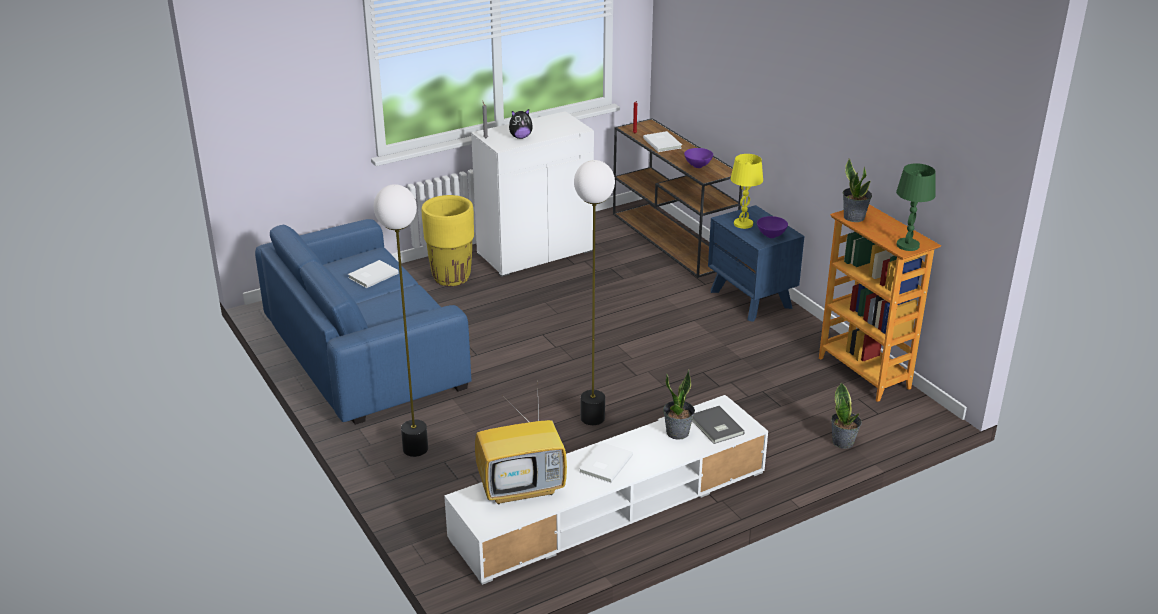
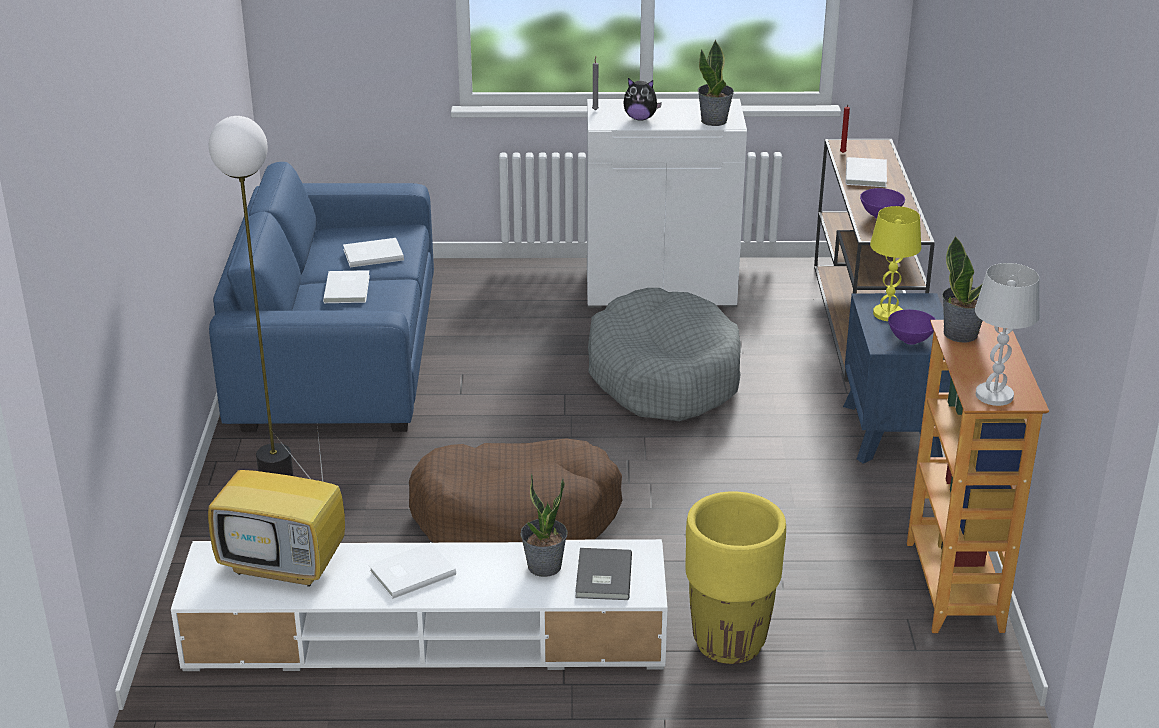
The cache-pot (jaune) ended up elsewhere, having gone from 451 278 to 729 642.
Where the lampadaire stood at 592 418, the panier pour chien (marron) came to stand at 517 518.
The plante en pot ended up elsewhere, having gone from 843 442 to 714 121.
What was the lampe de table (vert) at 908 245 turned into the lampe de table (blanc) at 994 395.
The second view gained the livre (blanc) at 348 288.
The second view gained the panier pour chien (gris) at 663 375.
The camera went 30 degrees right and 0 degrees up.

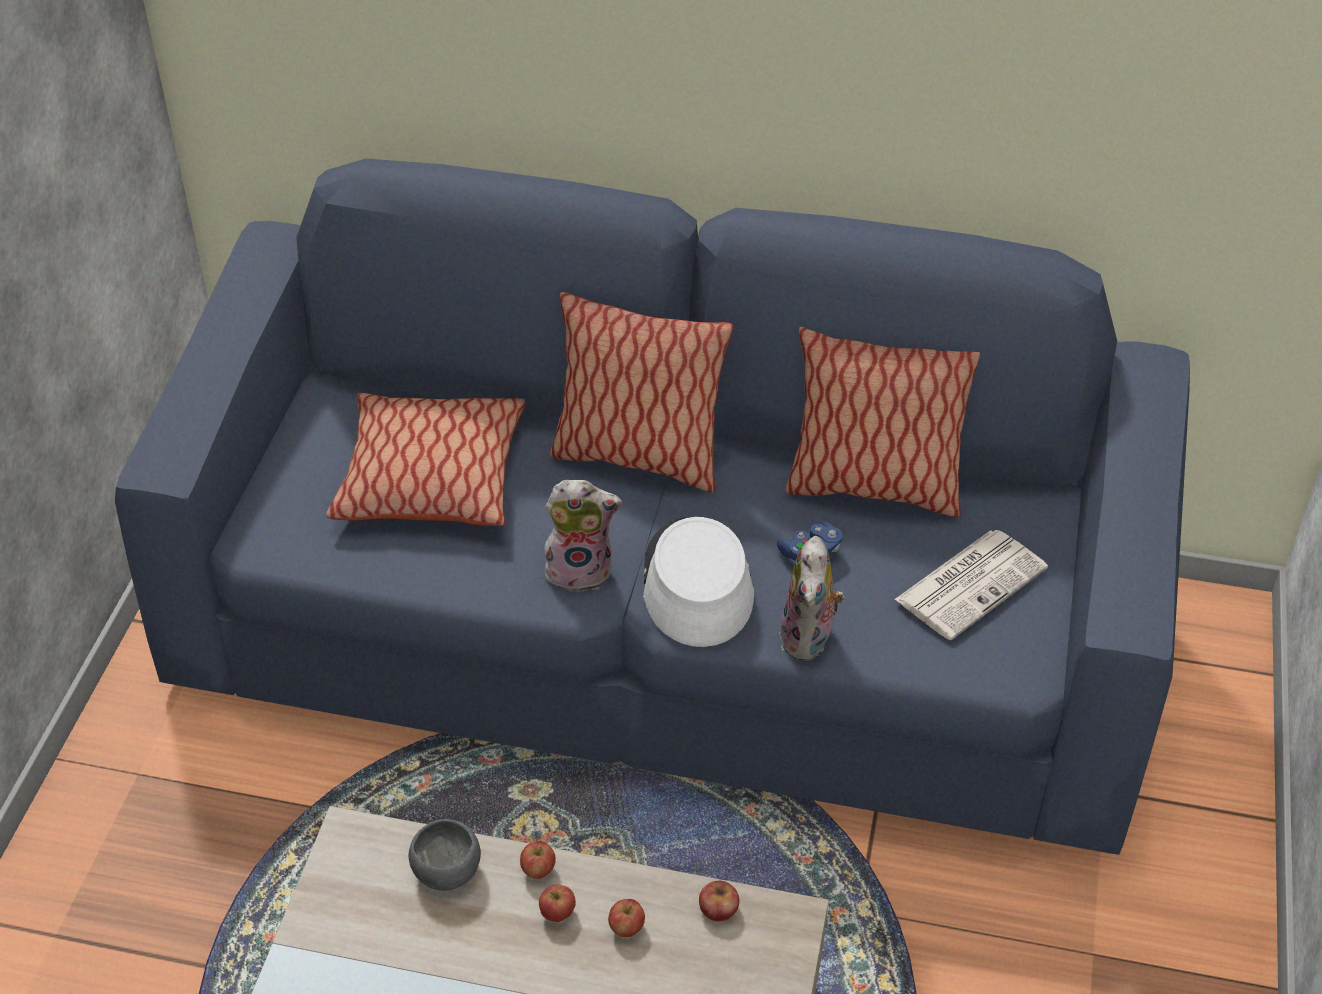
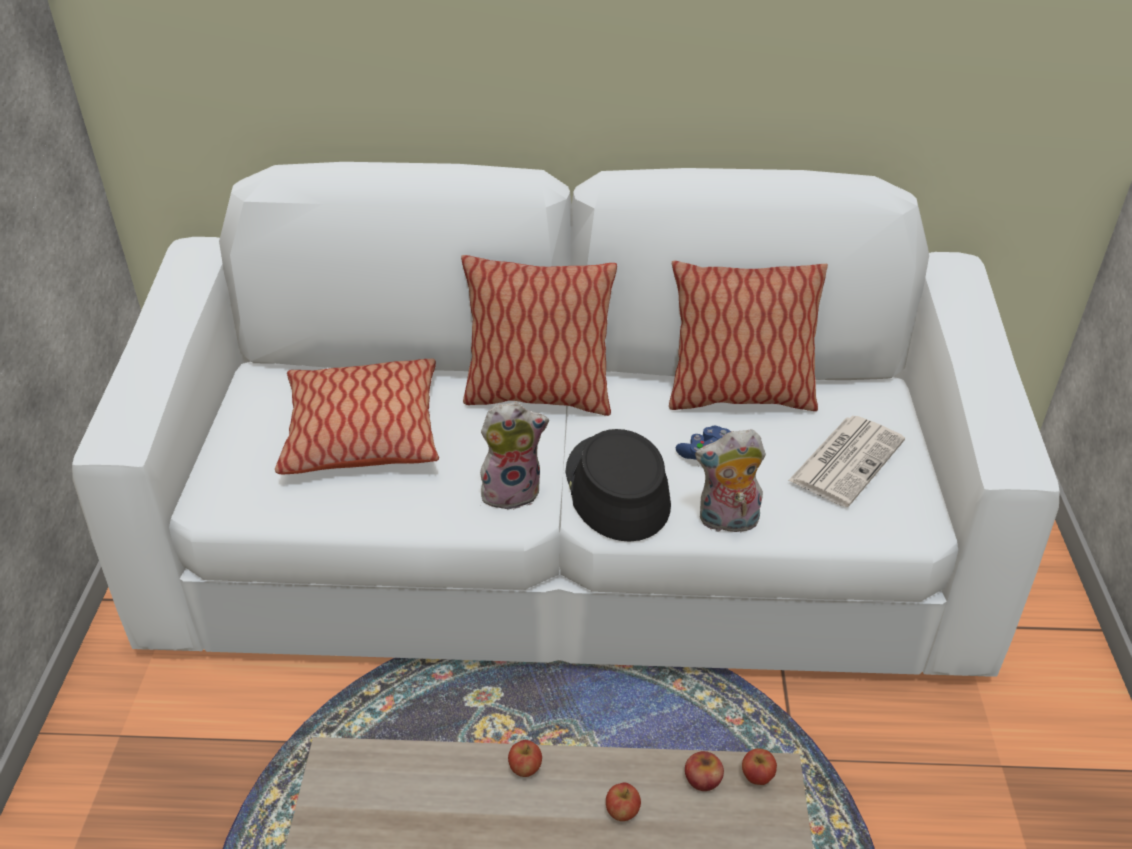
What was the canapé (bleu) at 661 637 turned into the canapé (blanc) at 566 552.
The second view lost the bol (gris) at 447 869.
The pomme ended up elsewhere, having gone from 558 913 to 757 776.
What was the chapeau (blanc) at 696 584 turned into the chapeau (noir) at 616 489.
The peluche at 809 639 ended up facing another way, 90 degrees clockwise from before.
The camera went 10 degrees left and 5 degrees down.

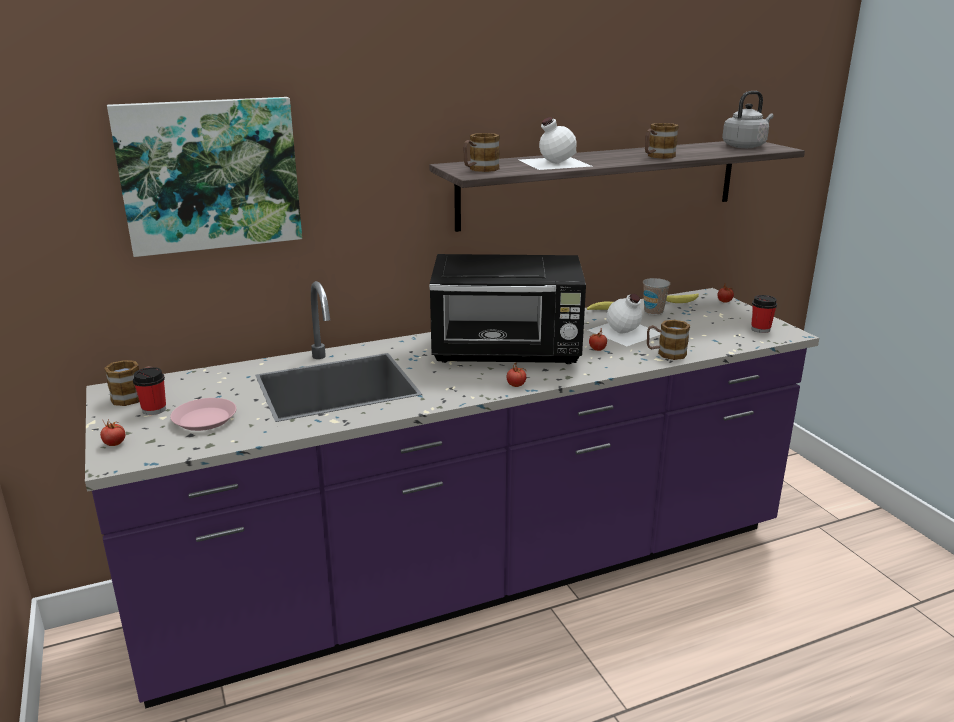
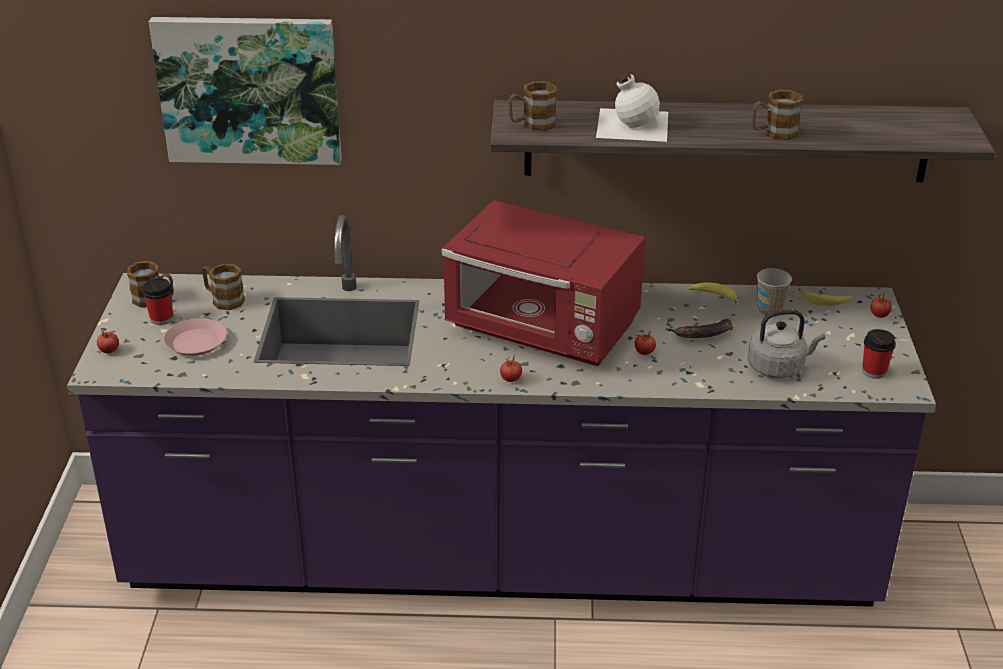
What was the micro-ondes (noir) at 508 352 turned into the micro-ondes (rouge) at 543 330.
Where the bouteille (blanc) stood at 625 332, the banane came to stand at 702 334.
The mug ended up elsewhere, having gone from 665 353 to 223 299.
The bouilloire (gris) ended up elsewhere, having gone from 745 146 to 778 368.
The camera went 25 degrees right and 10 degrees up.

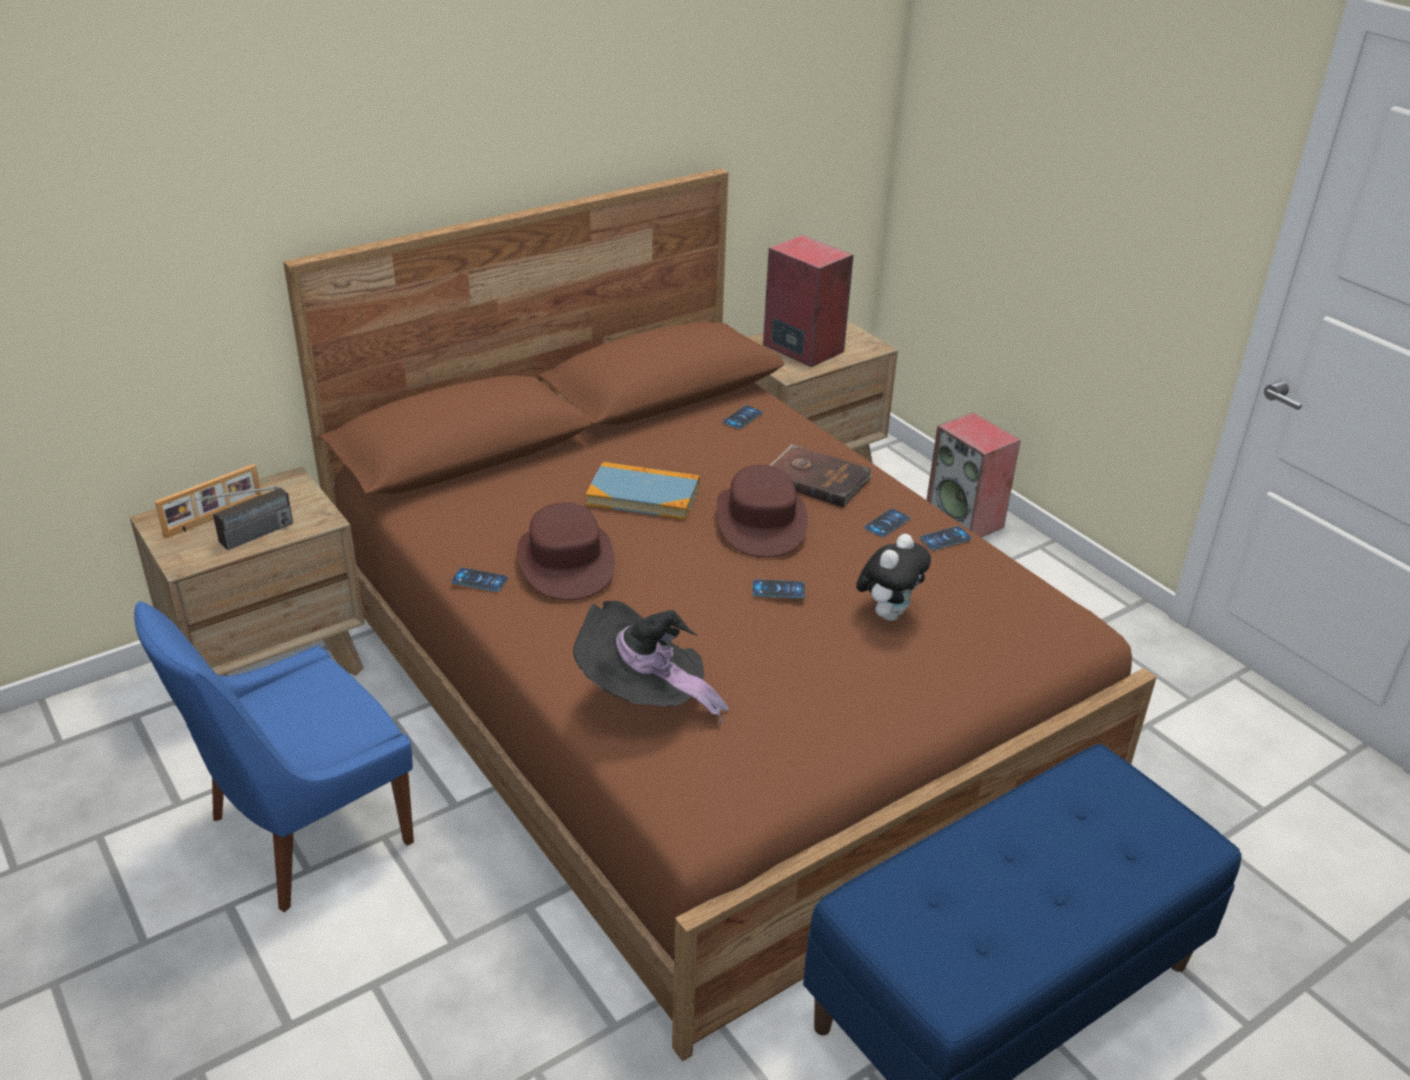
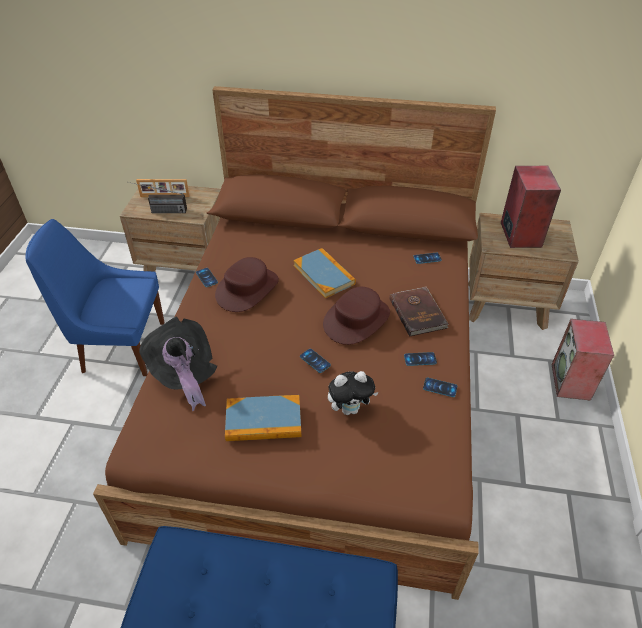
The second view gained the livre at 263 420.
The camera went 45 degrees right and 10 degrees up.

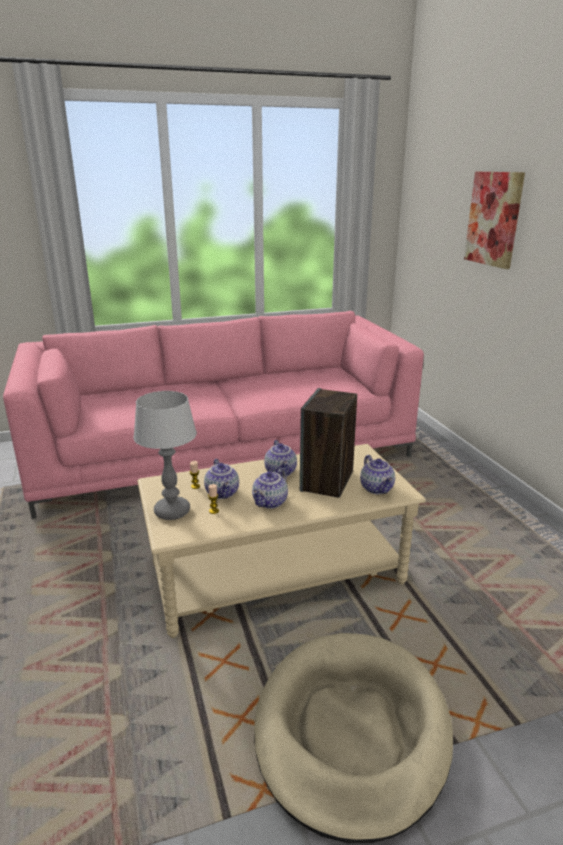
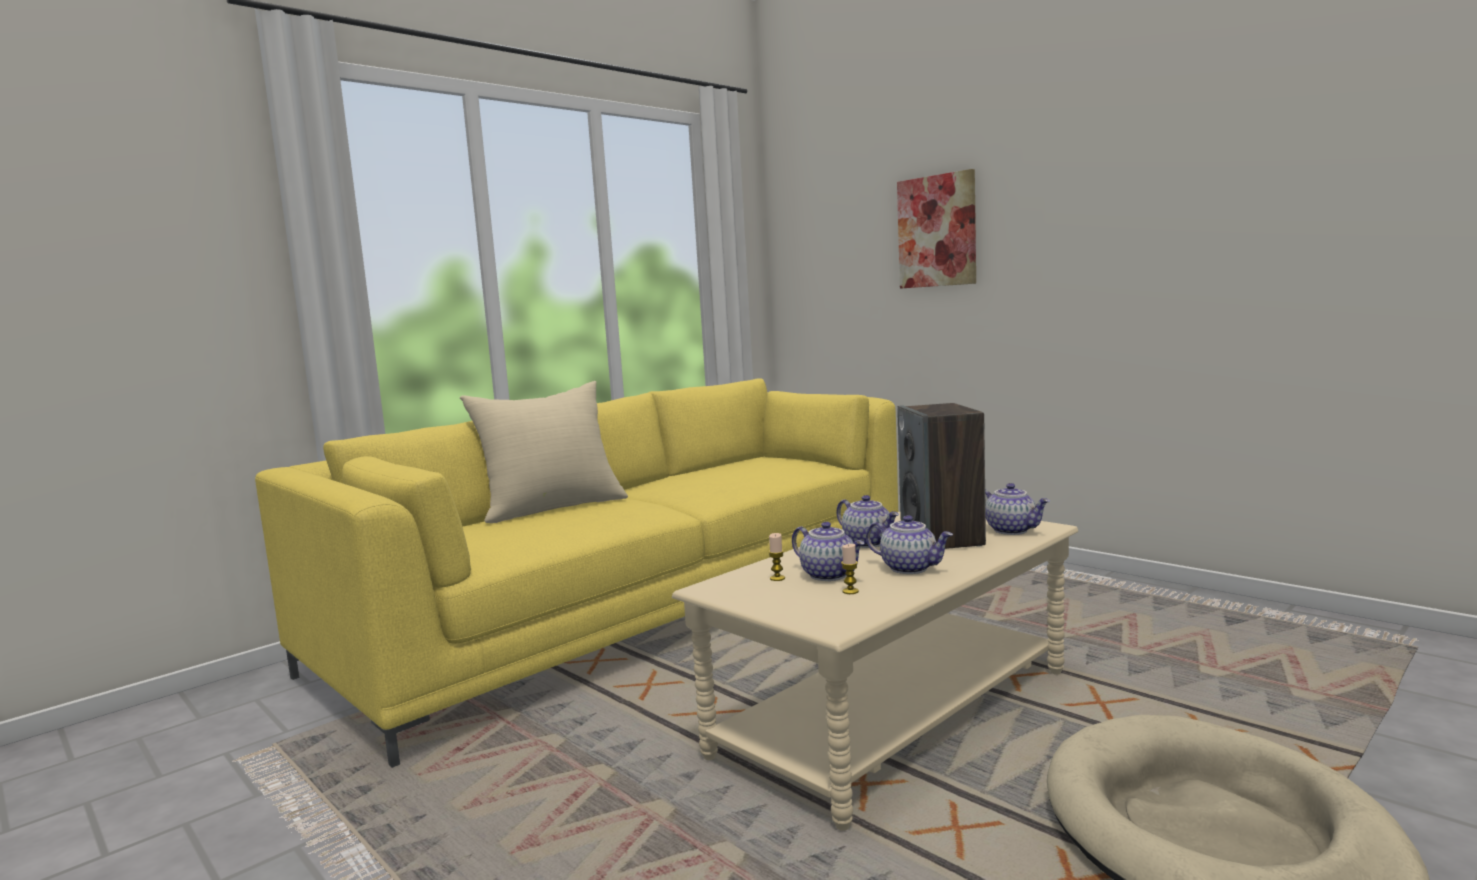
What was the canapé (rose) at 223 453 turned into the canapé (jaune) at 635 610.
The second view lost the lampe de table at 171 512.
The théière at 270 503 ended up facing another way, 60 degrees counterclockwise from before.
The second view gained the coussin (beige) at 552 507.
The camera went 25 degrees left and 15 degrees down.

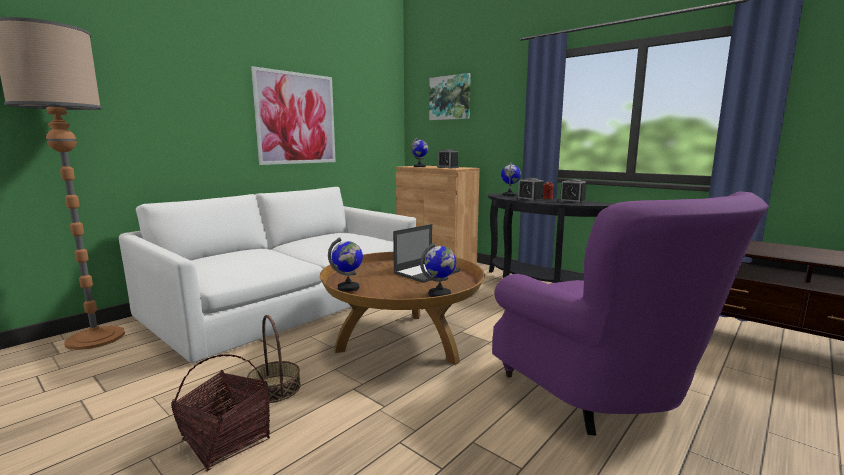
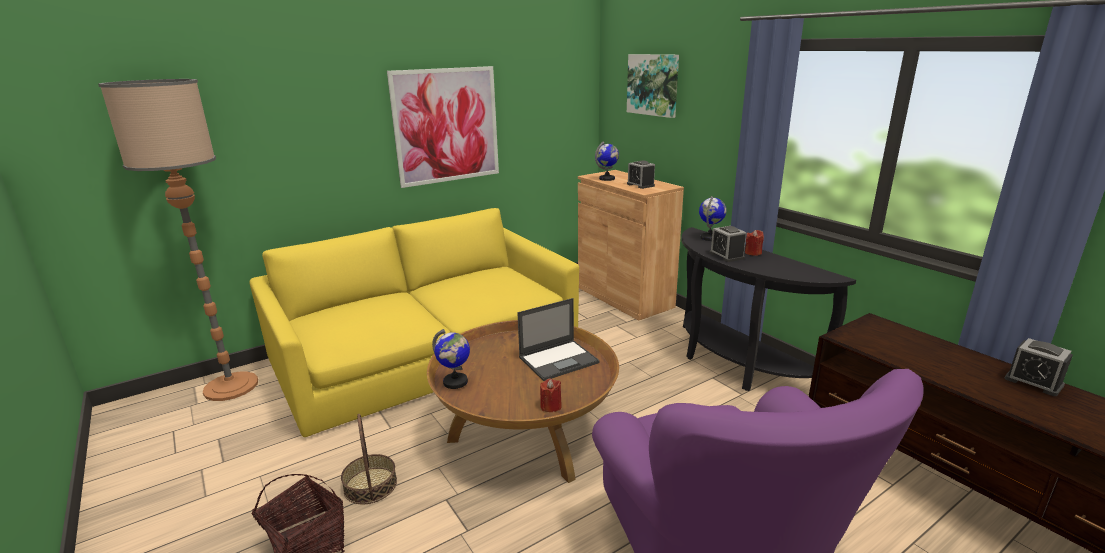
What was the canapé (blanc) at 288 300 turned into the canapé (jaune) at 427 352.
Where the globe stood at 440 294, the bougie (rouge) came to stand at 551 406.
The réveil ended up elsewhere, having gone from 572 202 to 1033 382.
The camera went 15 degrees right and 10 degrees up.

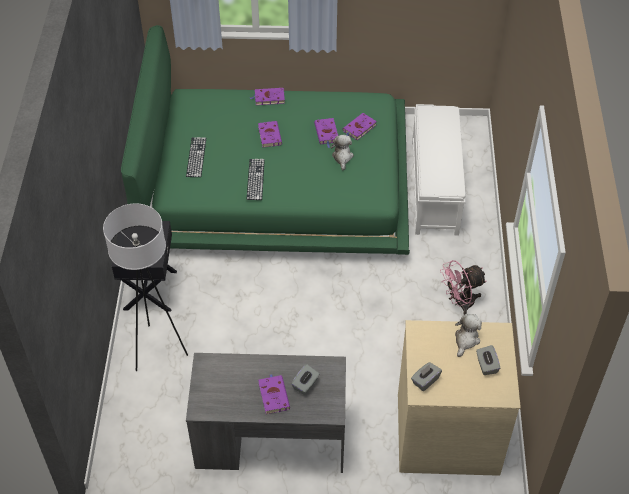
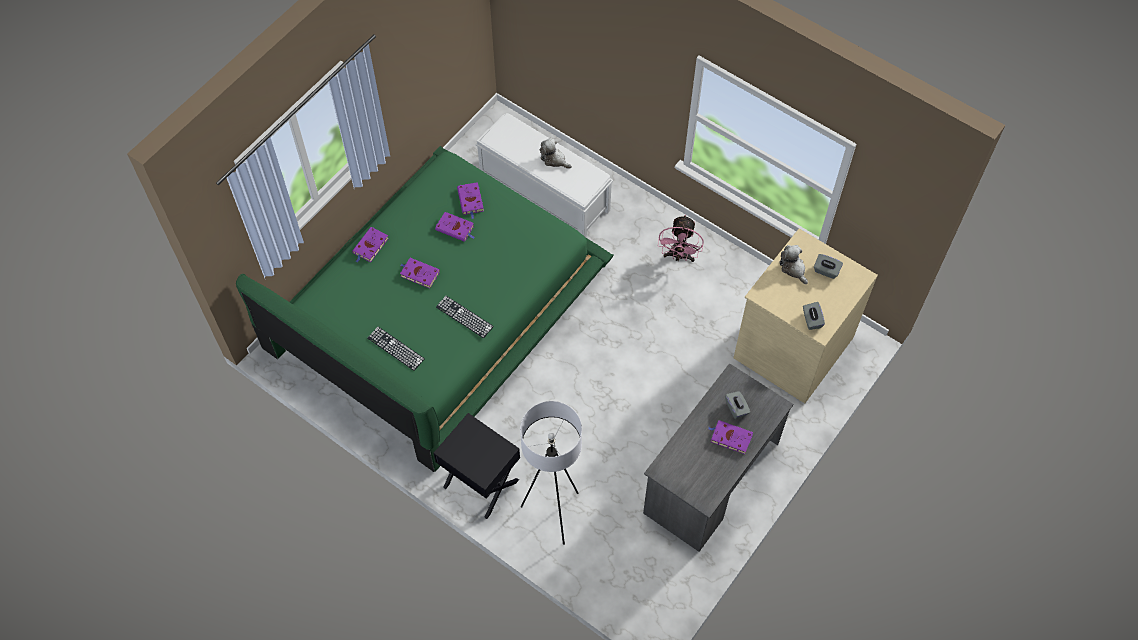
The peluche ended up elsewhere, having gone from 342 157 to 554 159.
The camera went 55 degrees left and 10 degrees up.

